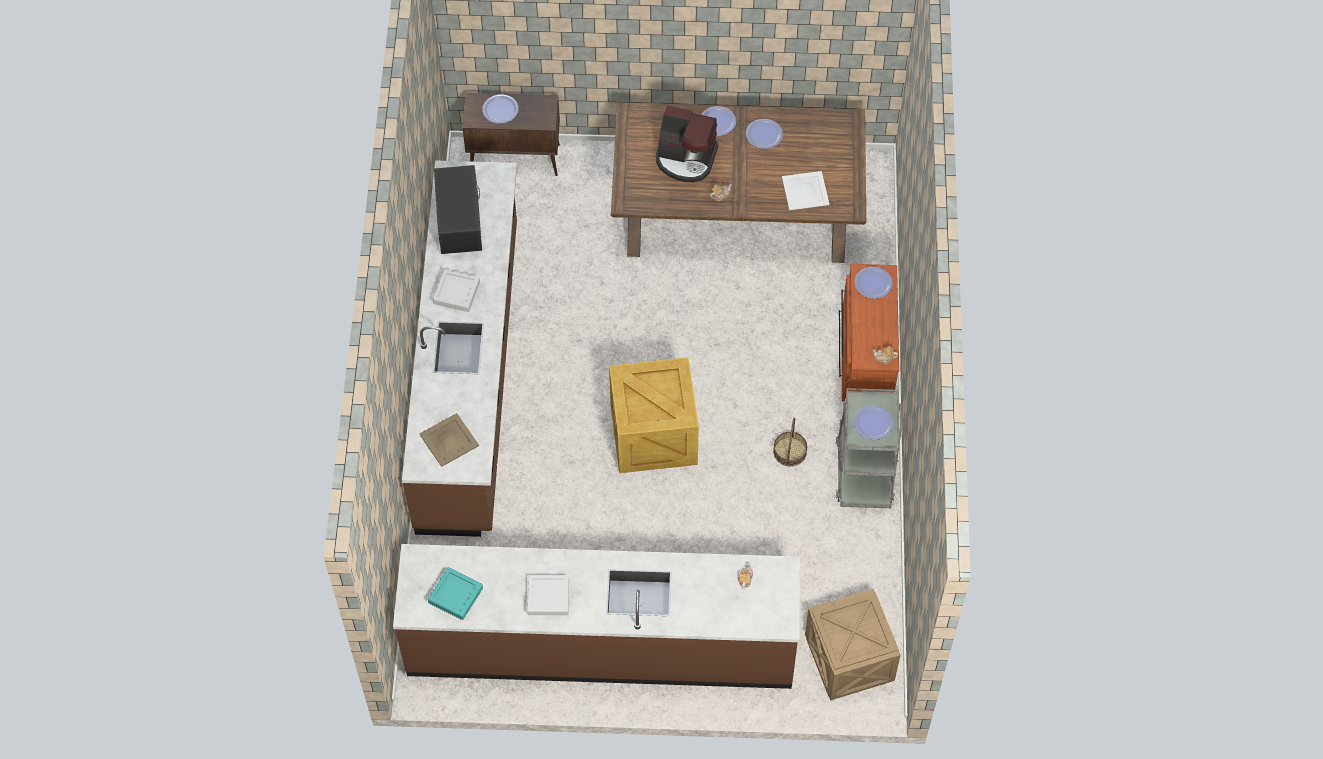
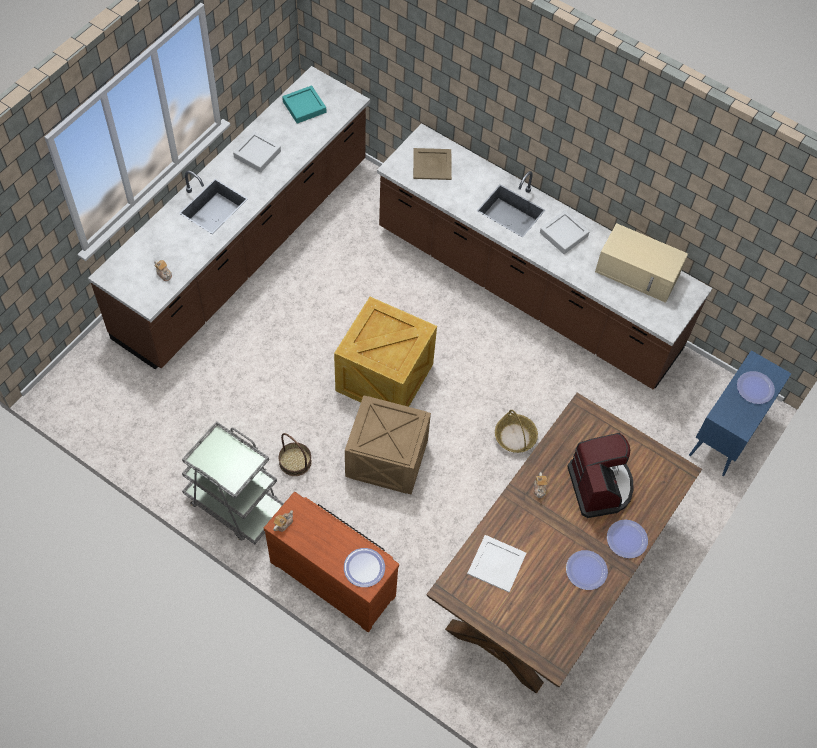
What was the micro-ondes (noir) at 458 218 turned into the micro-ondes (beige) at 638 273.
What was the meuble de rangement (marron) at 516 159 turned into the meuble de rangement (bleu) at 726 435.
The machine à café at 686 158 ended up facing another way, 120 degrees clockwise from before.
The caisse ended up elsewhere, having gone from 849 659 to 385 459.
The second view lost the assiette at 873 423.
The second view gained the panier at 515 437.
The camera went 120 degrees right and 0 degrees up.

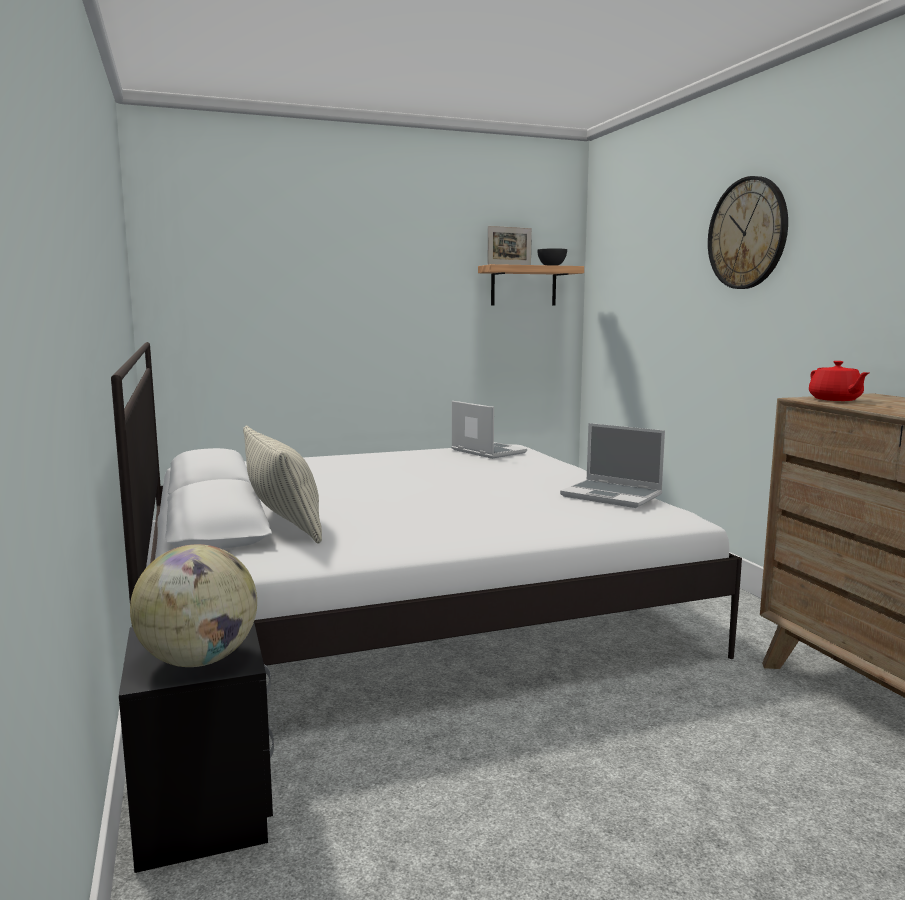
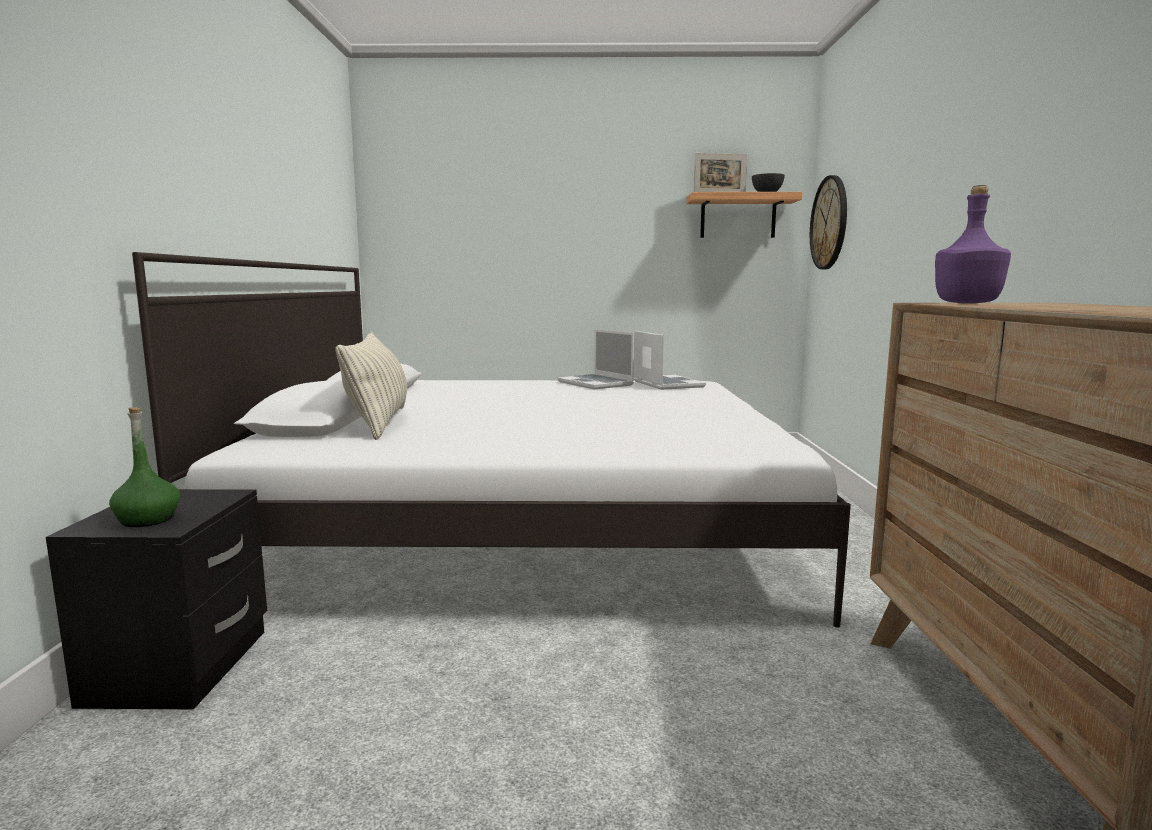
Where the globe stood at 199 660, the bouteille (vert) came to stand at 148 520.
The ordinateur portable ended up elsewhere, having gone from 613 496 to 596 383.
The horloge murale ended up elsewhere, having gone from 747 233 to 829 223.
Where the théière (rouge) stood at 835 399, the bouteille (violet) came to stand at 967 303.
The camera went 20 degrees right and 0 degrees up.

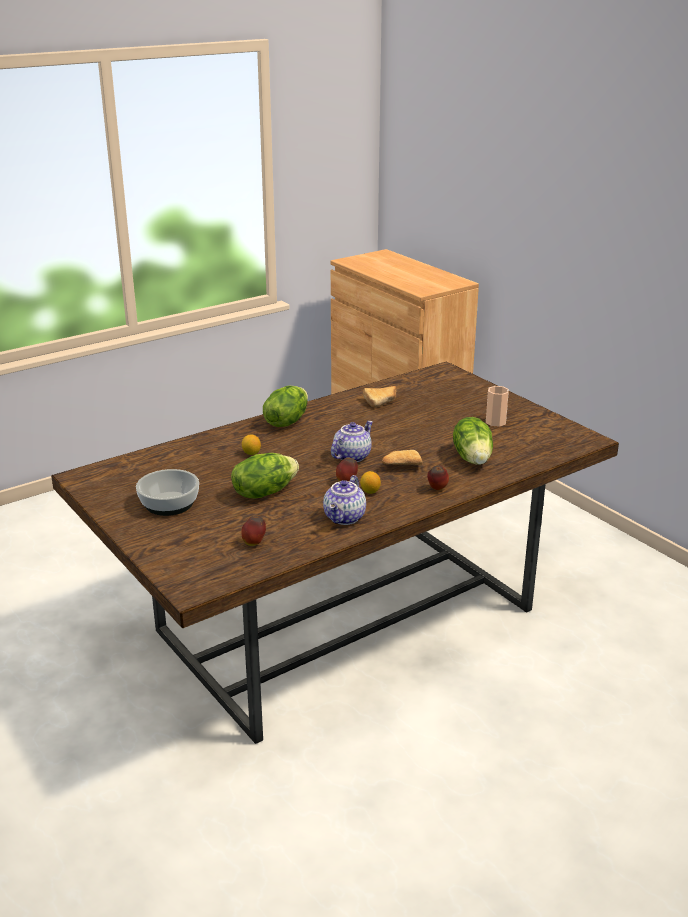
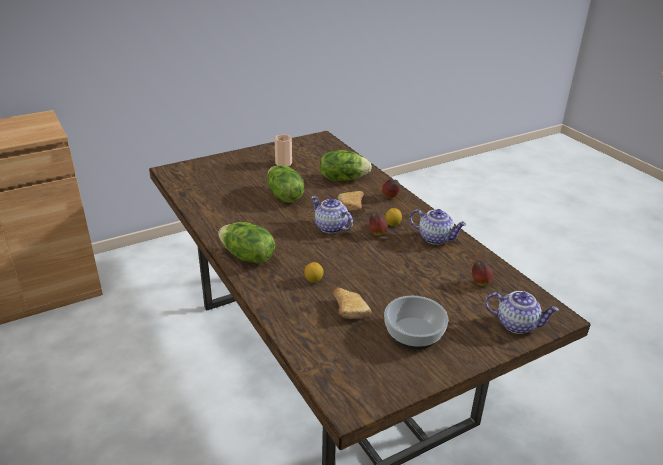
The laitue ended up elsewhere, having gone from 264 492 to 284 196.
The pain ended up elsewhere, having gone from 382 401 to 348 309.
The second view gained the théière at 517 324.
The camera went 85 degrees left and 5 degrees up.

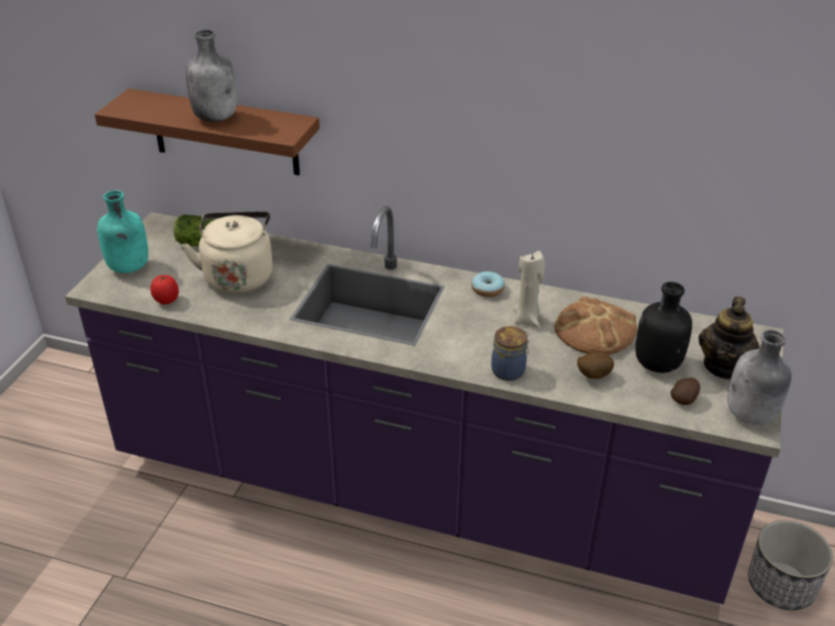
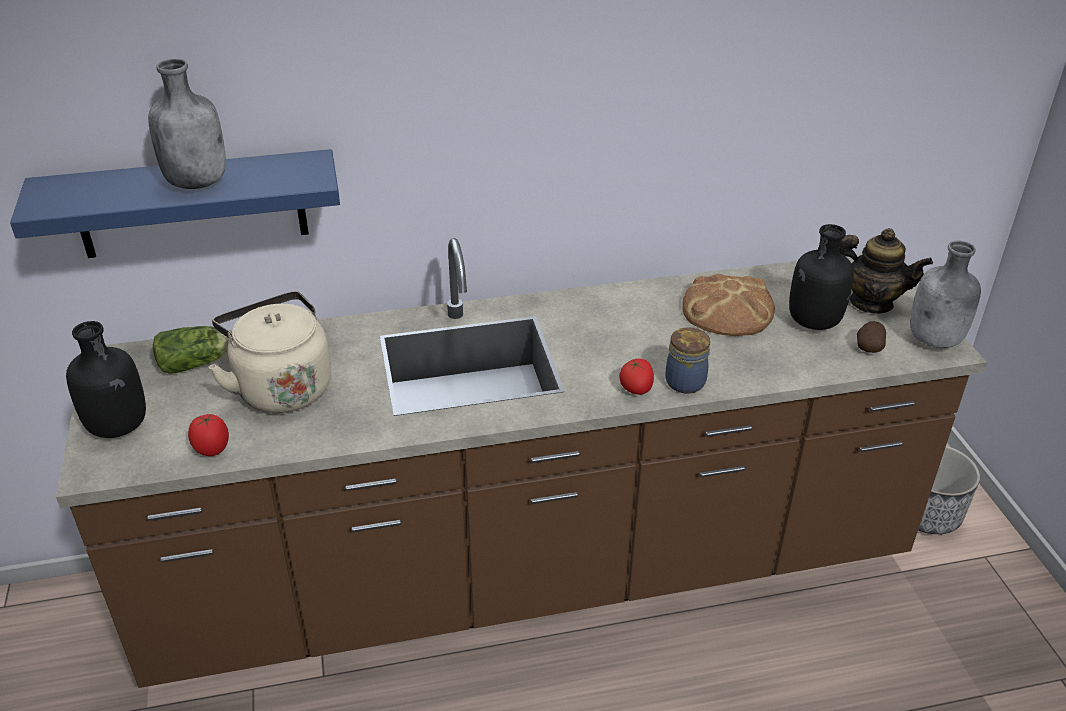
What was the comptoir de cuisine (violet) at 416 492 turned into the comptoir de cuisine (marron) at 532 576.
What was the étagère (marron) at 225 133 turned into the étagère (bleu) at 191 204.
What was the bouteille (turquoise) at 128 267 turned into the bouteille (noir) at 118 427.
The second view lost the beignet at 487 289.
The second view lost the bougie (beige) at 527 319.
The second view lost the pomme de terre at 592 375.
The théière at 723 366 ended up facing another way, 60 degrees counterclockwise from before.
The second view gained the tomate at 636 388.
The camera went 30 degrees left and 0 degrees up.

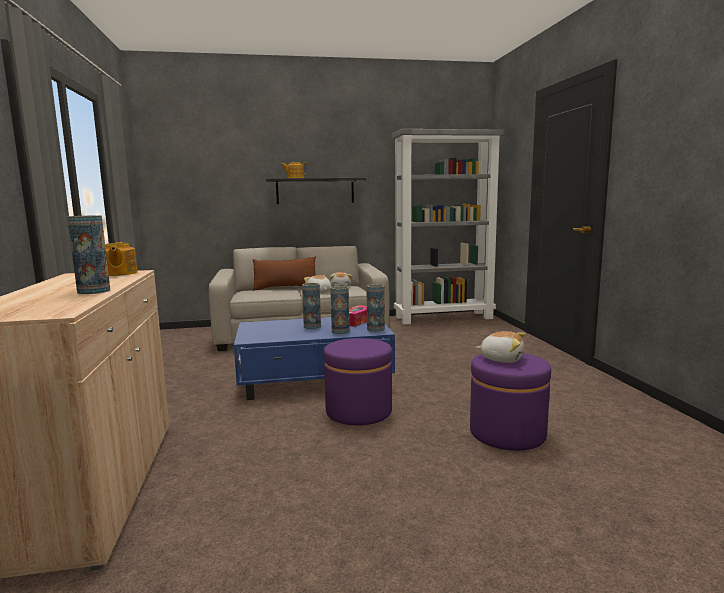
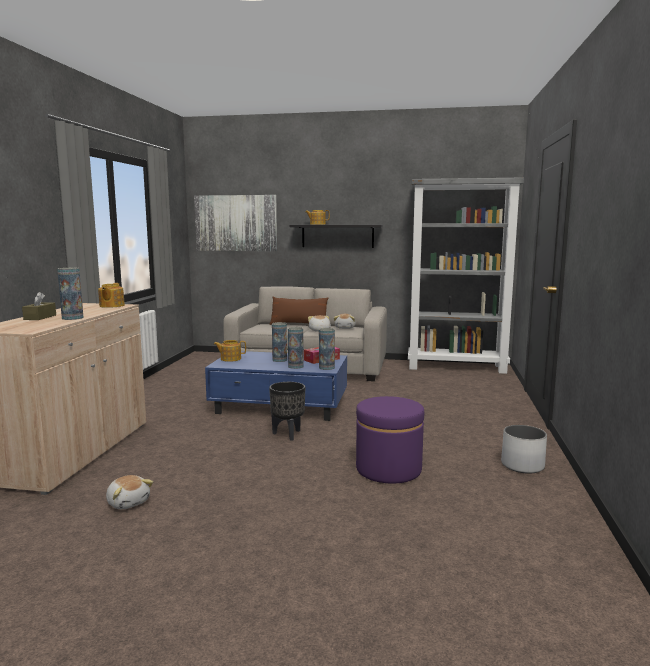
Where the pouf (violet) stood at 358 411, the cache-pot (noir) came to stand at 288 434.
The peluche ended up elsewhere, having gone from 501 359 to 128 502.
The second view gained the boîte à mouchoirs (marron) at 40 317.
The second view gained the tableau at 236 223.
The second view gained the théière at 230 359.
The second view gained the cache-pot (blanc) at 522 466.
The camera went 20 degrees right and 0 degrees up.

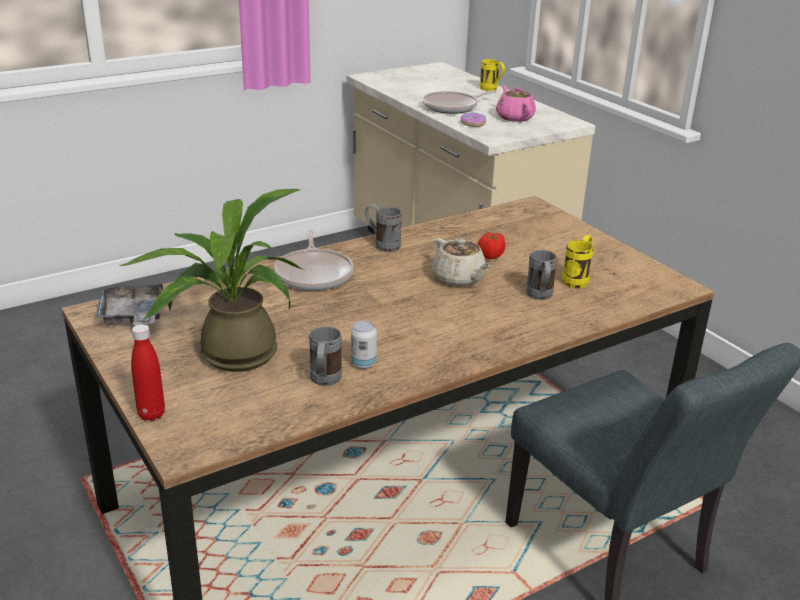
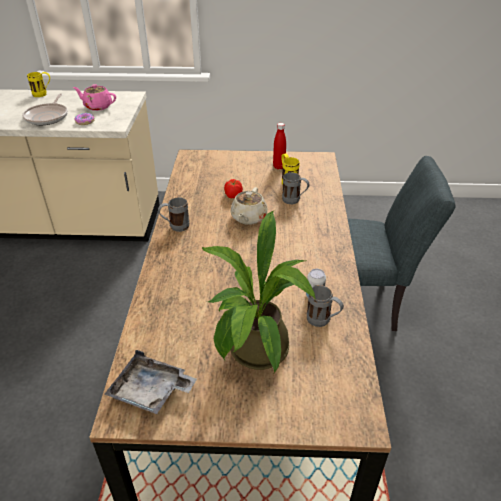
The bouteille (rouge) ended up elsewhere, having gone from 151 414 to 279 166.
The second view lost the poêle at 314 274.
The théière (beige) at 459 279 ended up facing another way, 105 degrees clockwise from before.
The camera went 55 degrees left and 10 degrees up.

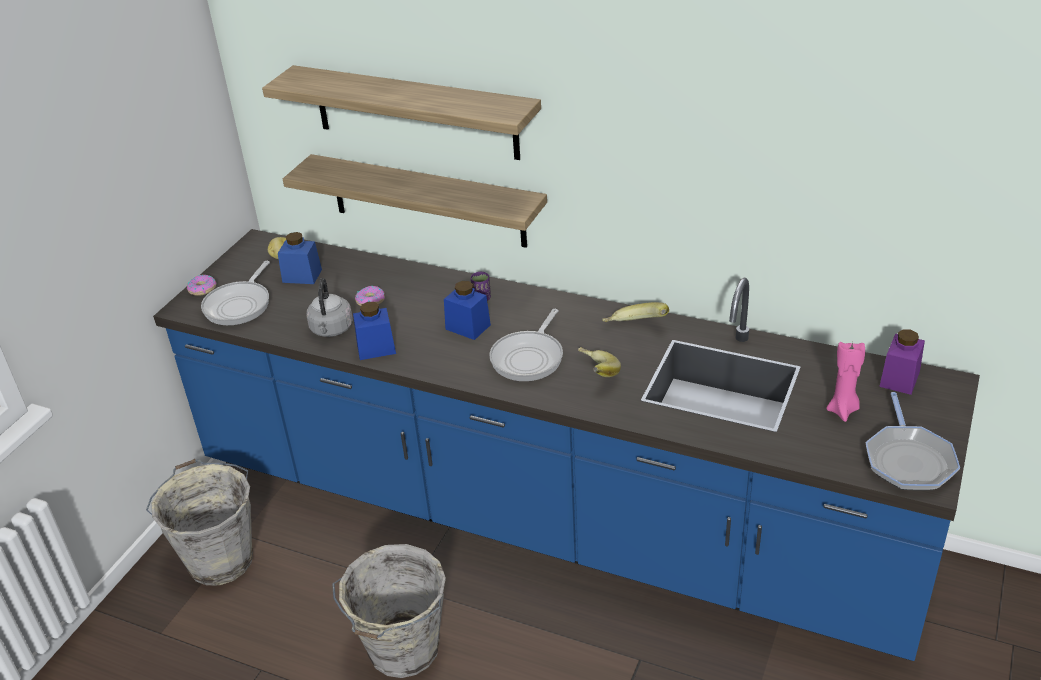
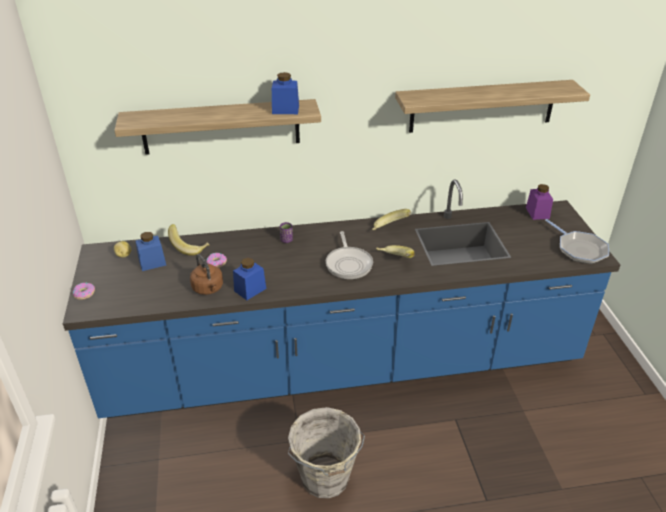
The second view lost the seau (gris) at 220 558.
The second view lost the poêle at 240 305.
The étagère ended up elsewhere, having gone from 427 201 to 482 106.
What was the bouilloire (gris) at 331 330 turned into the bouilloire (marron) at 208 289.
The bocal (bleu) ended up elsewhere, having gone from 468 327 to 285 109.
The second view lost the bougie (rose) at 843 410.
The second view gained the banane at 190 247.
The camera went 35 degrees left and 0 degrees up.

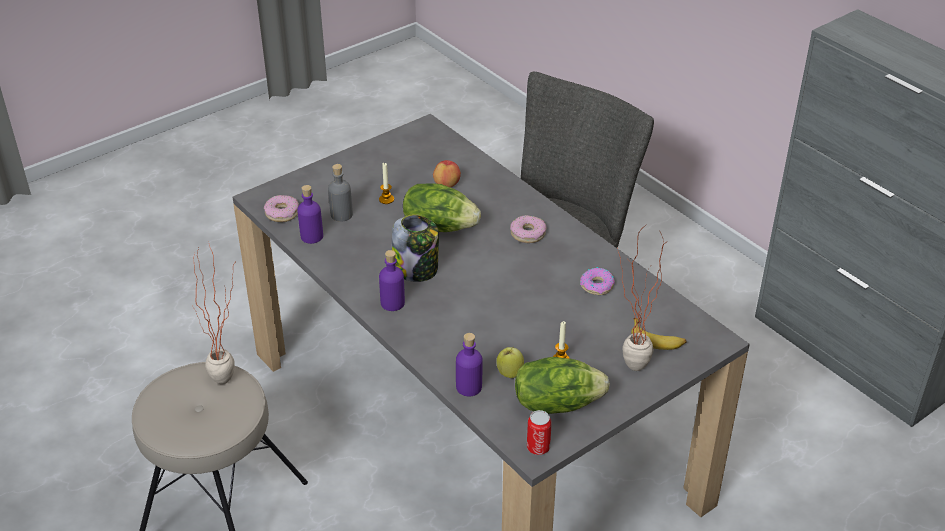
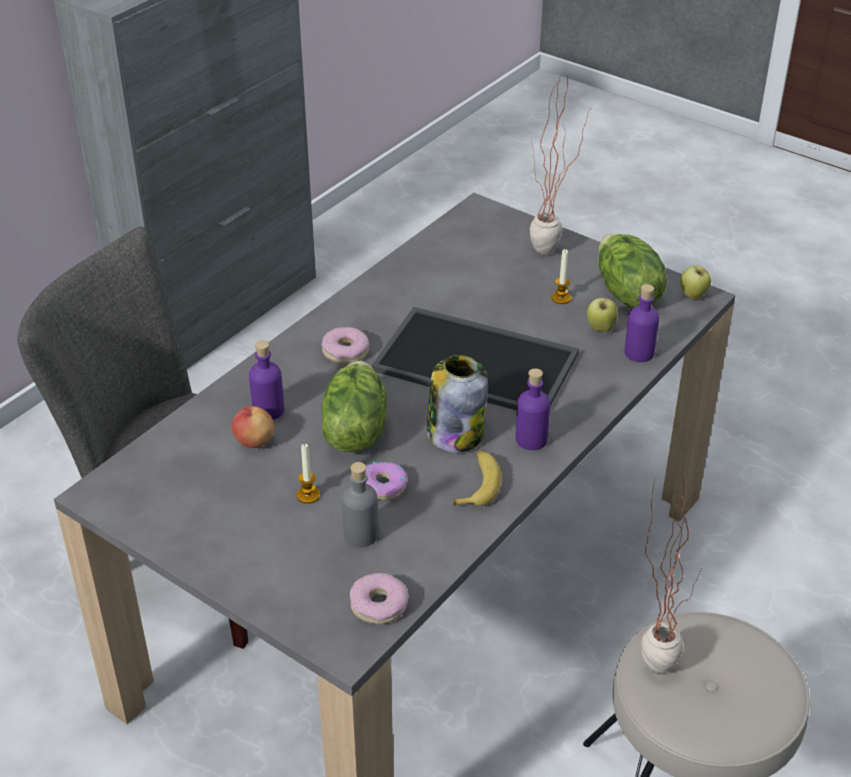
The bouteille (violet) ended up elsewhere, having gone from 311 236 to 268 410.
Where the boîte métallique stood at 538 447, the pomme came to stand at 693 296.
The beignet ended up elsewhere, having gone from 597 286 to 382 486.
The banane ended up elsewhere, having gone from 657 339 to 478 484.
The second view gained the plateau at 478 361.
The camera went 105 degrees left and 0 degrees up.

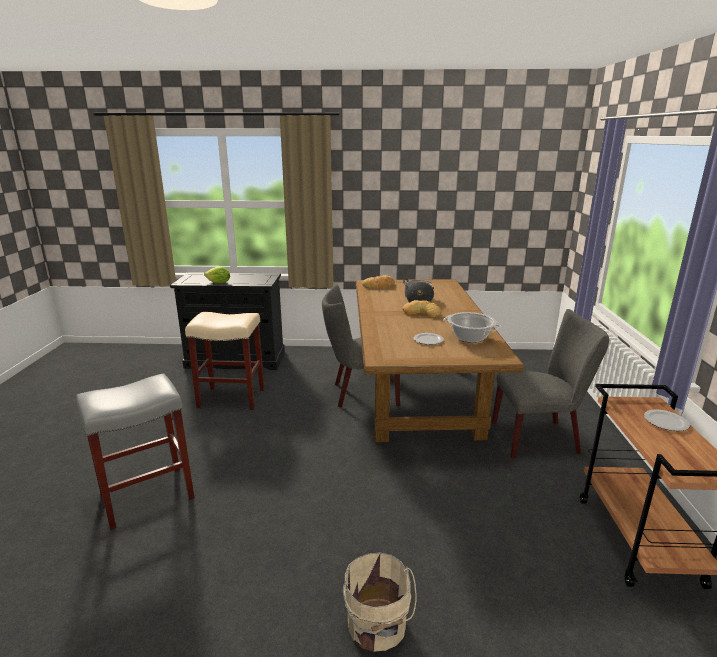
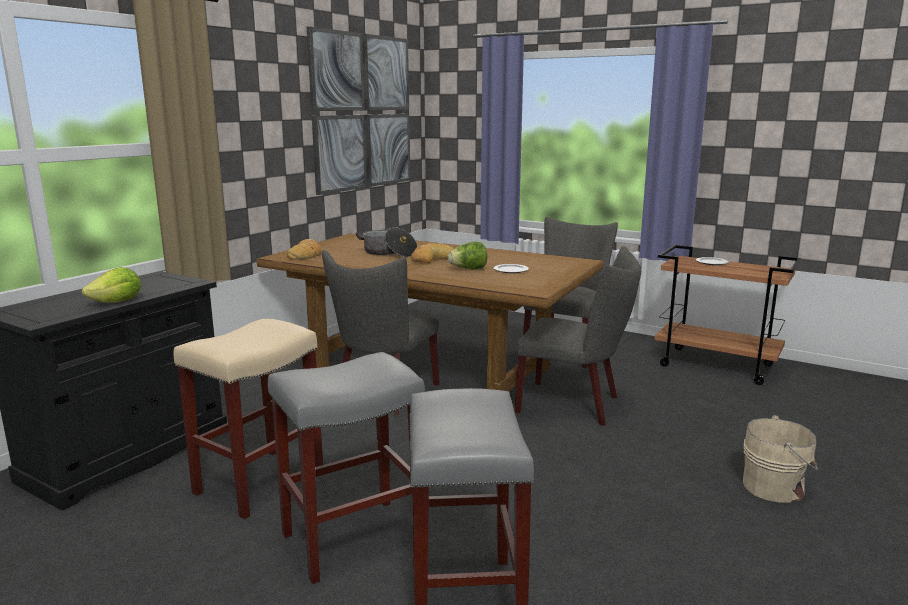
The second view lost the marmite at 470 337.
The second view gained the tabouret (gris) at 354 537.
The second view gained the tableau at 363 112.
The second view gained the laitue at 468 269.
The second view gained the chaise (gris) at 574 404.
The camera went 60 degrees left and 5 degrees down.

